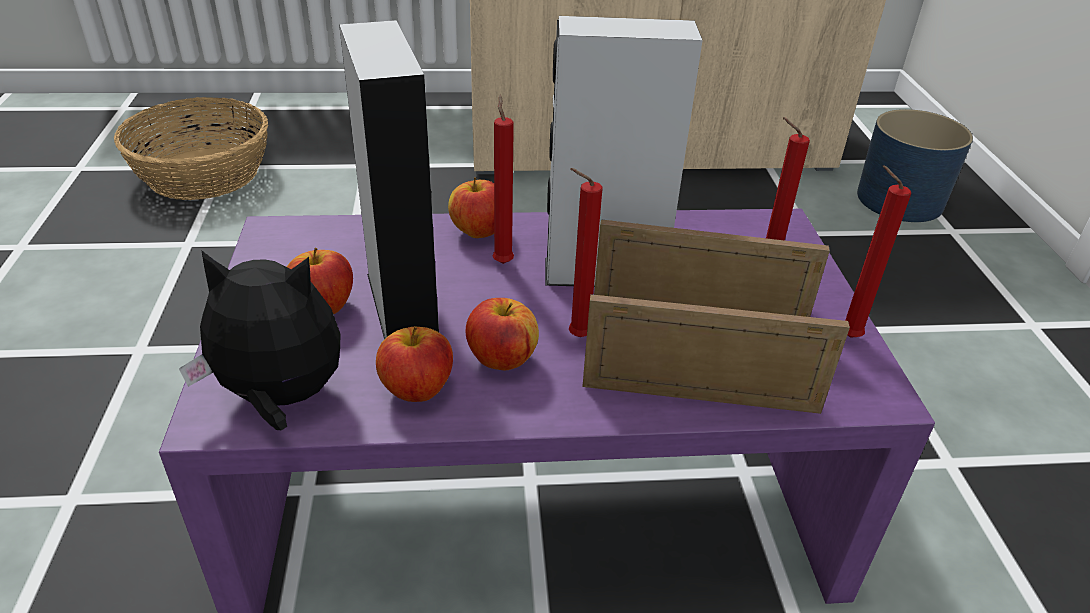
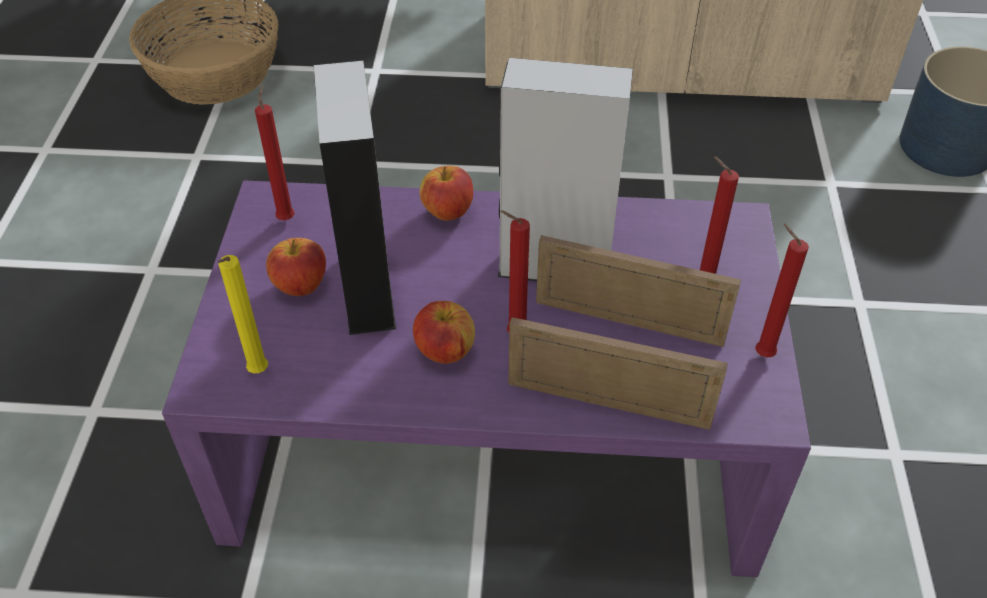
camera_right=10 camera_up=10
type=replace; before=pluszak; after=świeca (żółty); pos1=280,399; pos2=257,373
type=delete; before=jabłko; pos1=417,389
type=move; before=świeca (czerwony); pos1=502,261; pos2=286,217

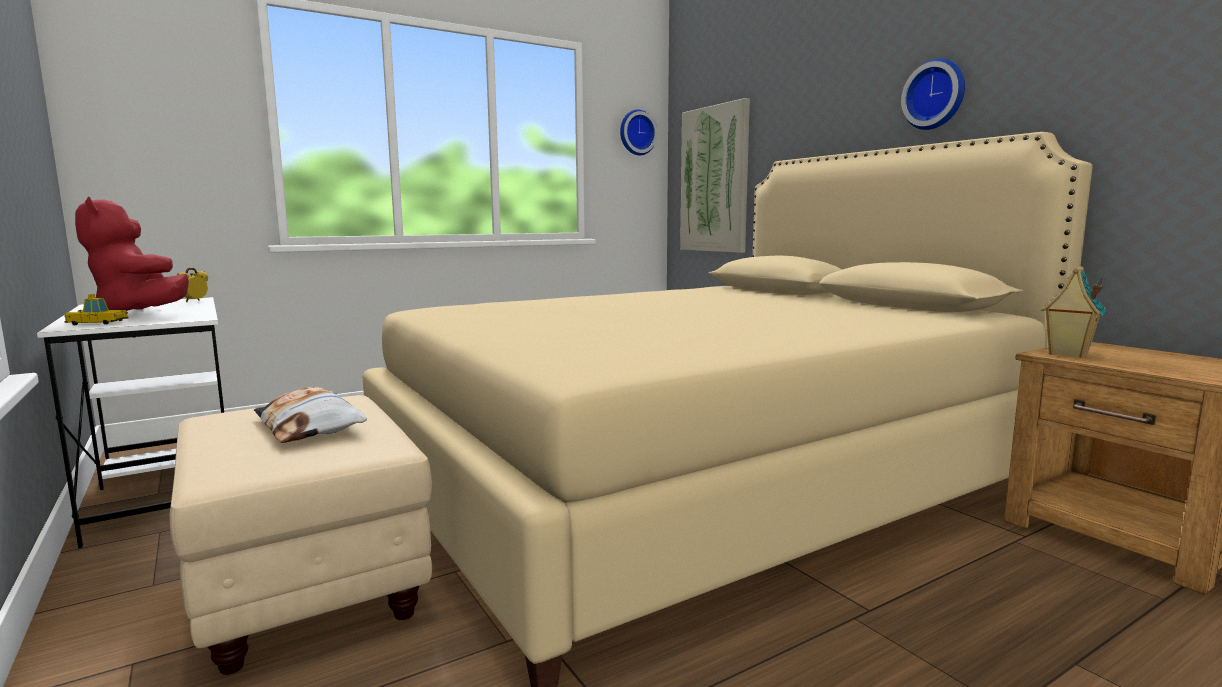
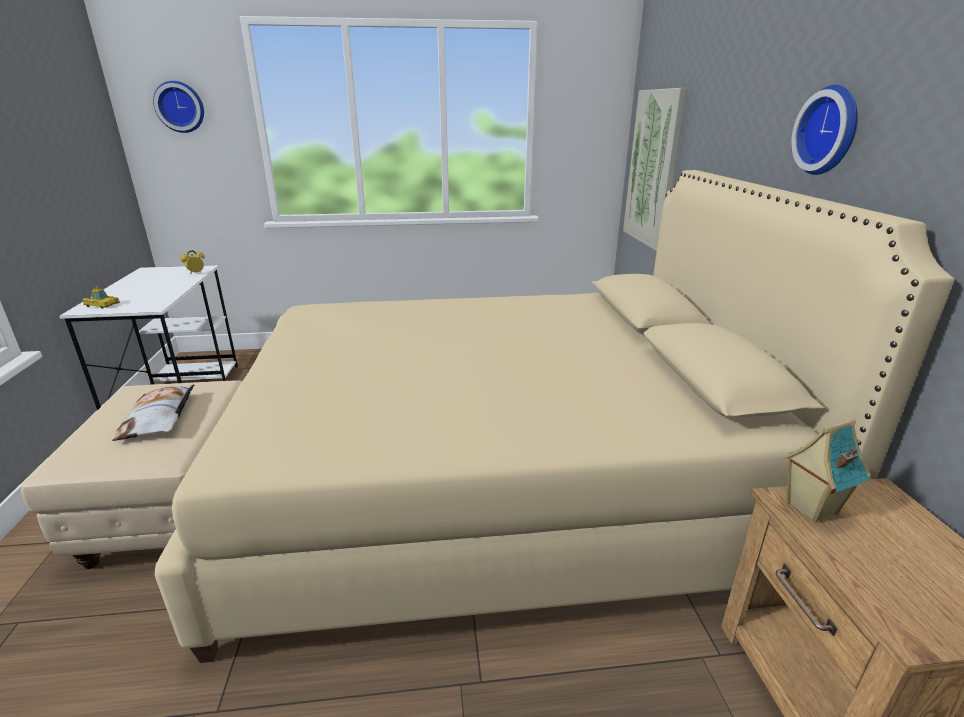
camera_right=25 camera_up=15
type=delete; before=pluszak (czerwony); pos1=139,314
type=move; before=zegar ścienny; pos1=636,133; pos2=180,107

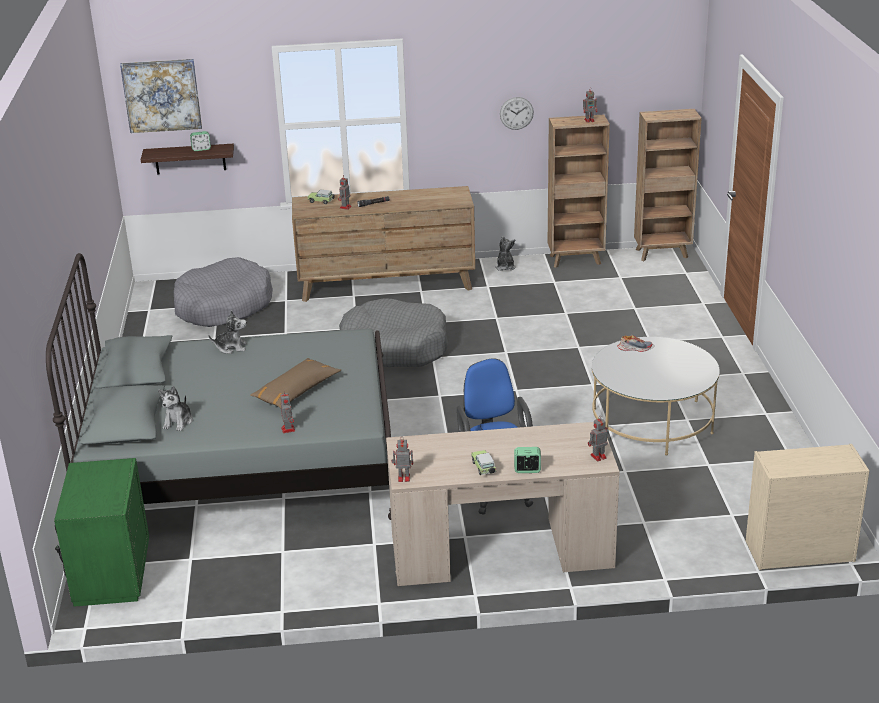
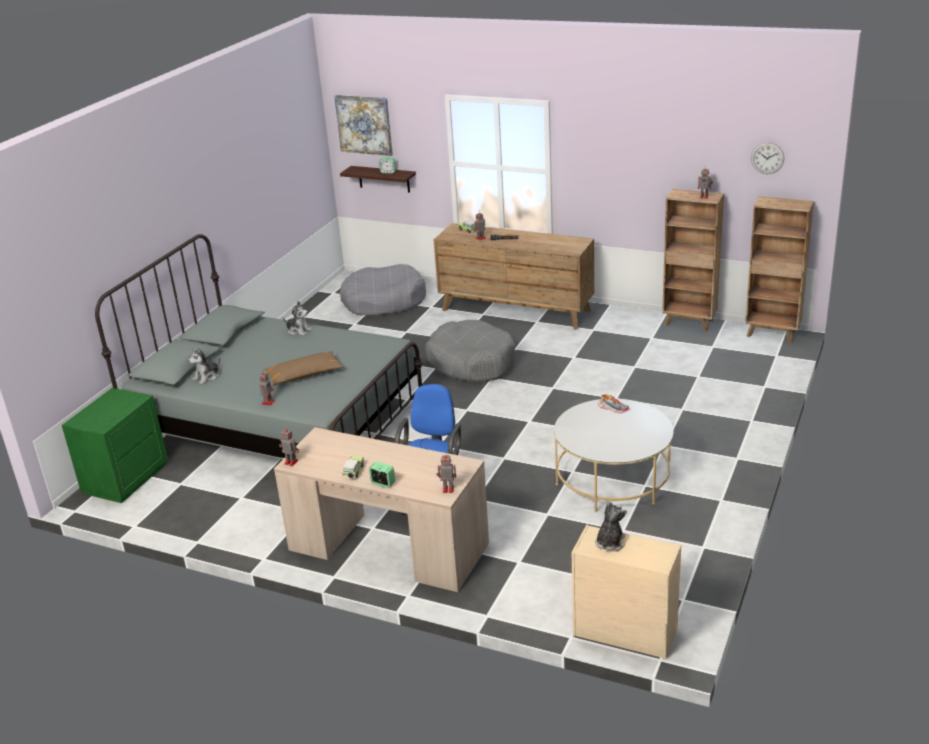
camera_right=30 camera_up=0
type=move; before=pluszak; pos1=505,267; pos2=610,543
type=move; before=zegar ścienny; pos1=516,113; pos2=767,158

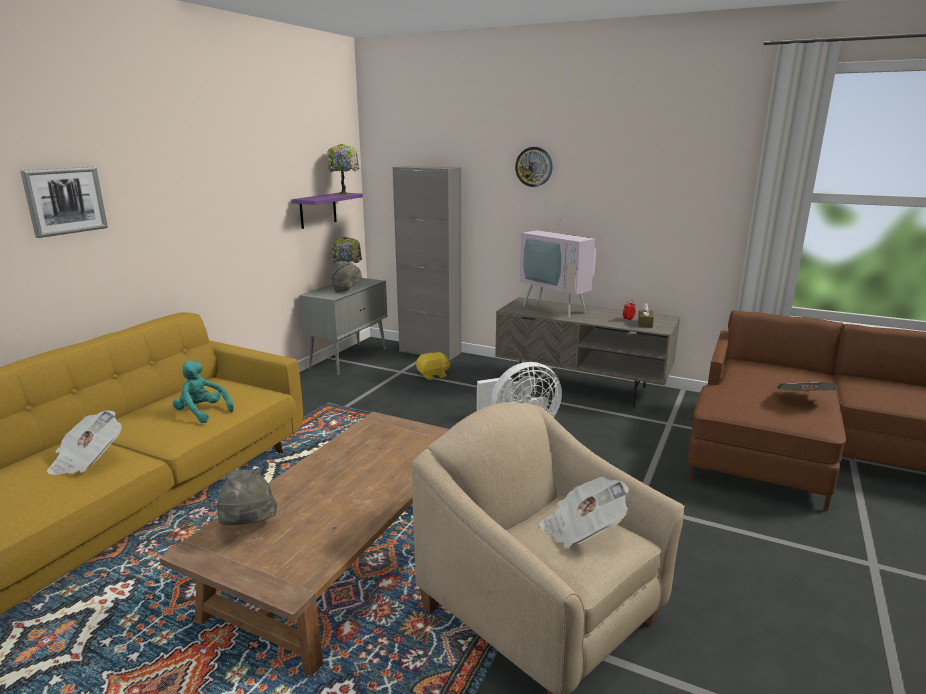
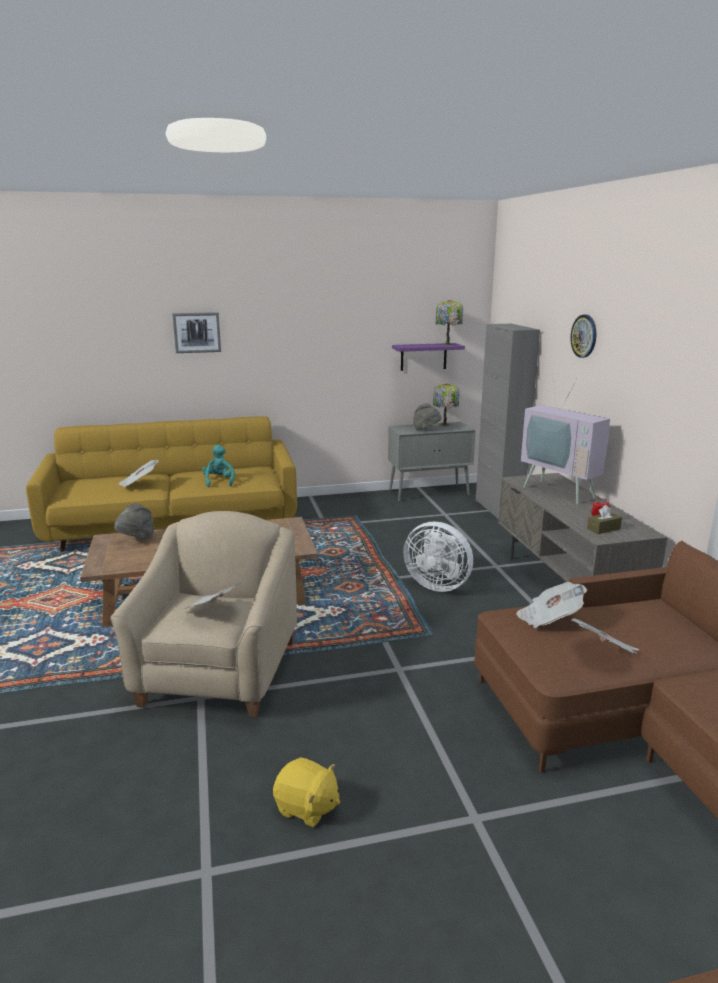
camera_right=50 camera_up=0
type=move; before=pluszak (żółty); pos1=433,375; pos2=307,807
type=rotate; before=telewizor; pos1=557,308; pos2=562,491; turn=-45
type=insert; after=gazeta; pos2=549,619

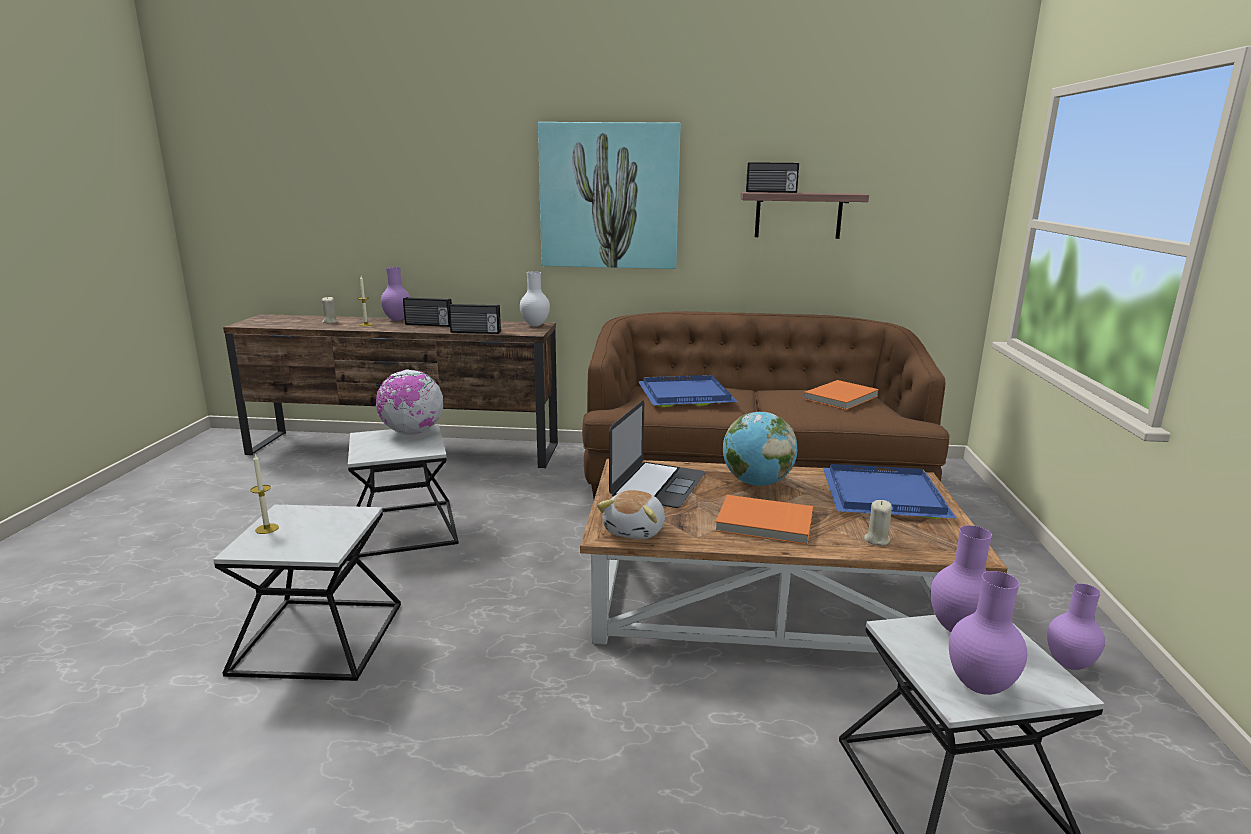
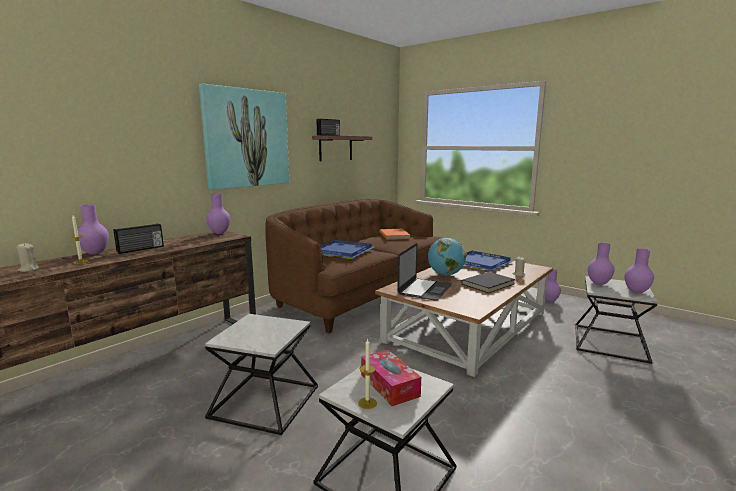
camera_right=-55 camera_up=-5
type=delete; before=globus; pos1=412,432
type=delete; before=radio; pos1=475,332
type=recolor; before=wazon (biały); after=wazon (fioletowy); pos1=535,325; pos2=219,233
type=delete; before=pluszak; pos1=636,530
type=rotate; before=laptop; pos1=658,484; pos2=425,289; turn=60
type=recolor; before=książka (pomarańczowy); after=książka (czarny); pos1=764,523; pos2=489,284
type=insert; after=pudełko chusteczek; pos2=389,385

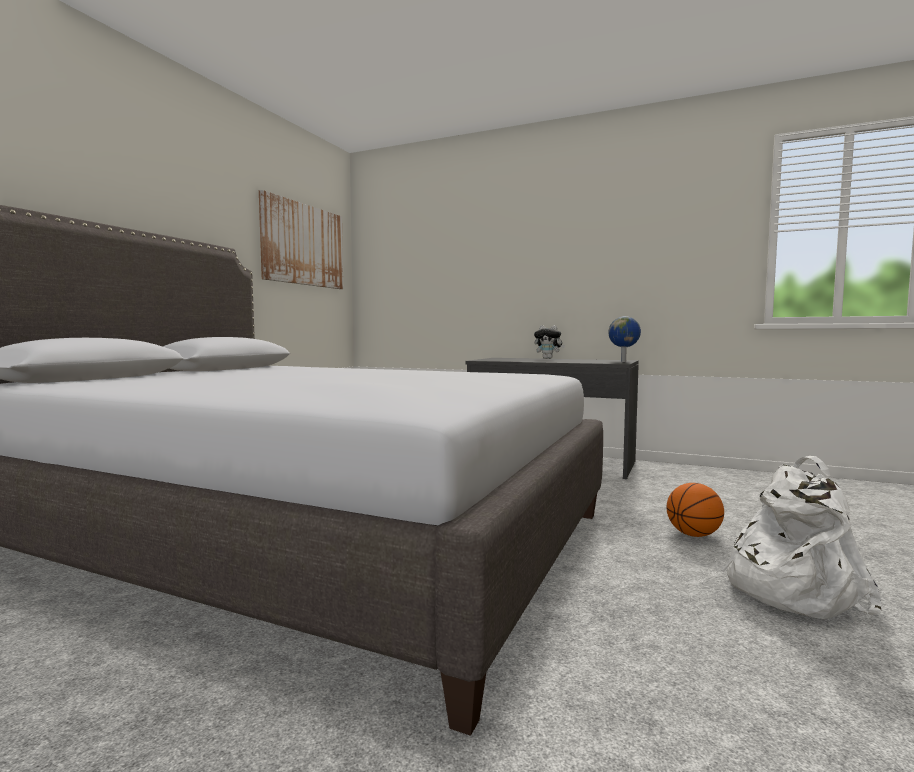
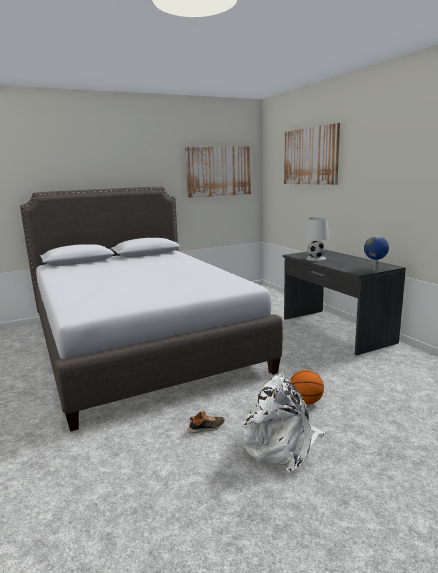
camera_right=40 camera_up=10
type=delete; before=pluszak; pos1=548,358
type=insert; after=but; pos2=206,428
type=insert; after=obraz; pos2=310,156
type=insert; after=lampa stołowa (biały); pos2=315,258

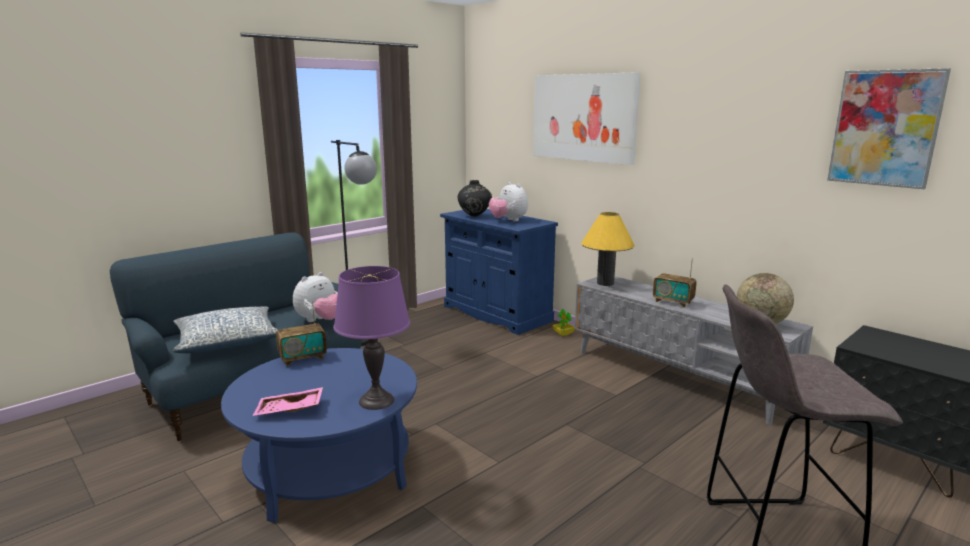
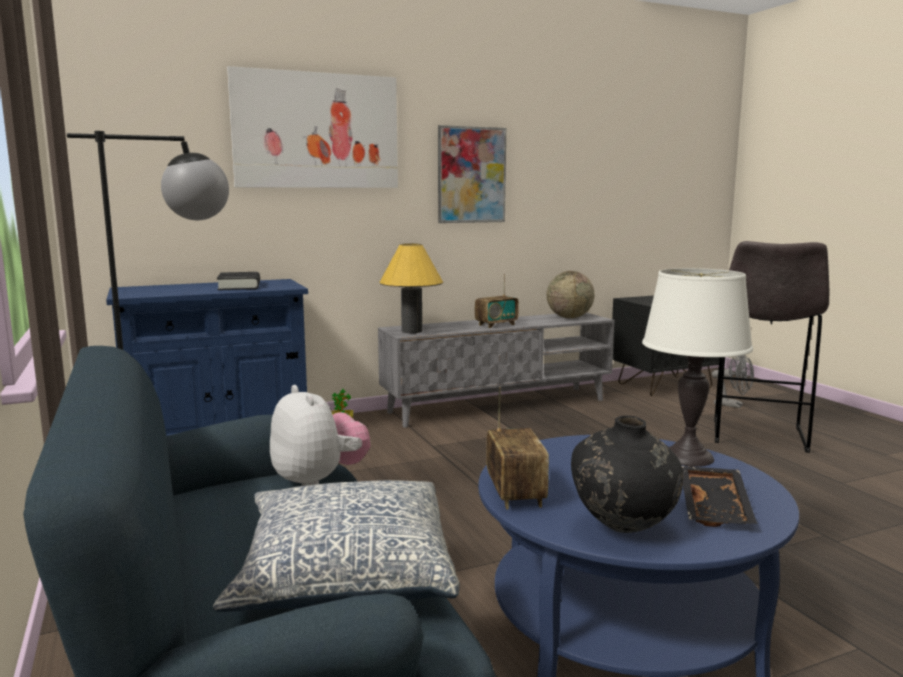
camera_right=-70 camera_up=-5
type=recolor; before=taca (różowy); after=taca (czarny); pos1=289,410; pos2=716,508
type=recolor; before=lampa stołowa (fioletowy); after=lampa stołowa (biały); pos1=376,401; pos2=688,457
type=move; before=wazon (czarny); pos1=475,216; pos2=623,529
type=replace; before=pluszak; after=książka (czarny); pos1=508,220; pos2=239,286
type=move; before=obraz; pos1=885,128; pos2=471,175
type=insert; after=wentylator (szary); pos2=733,405

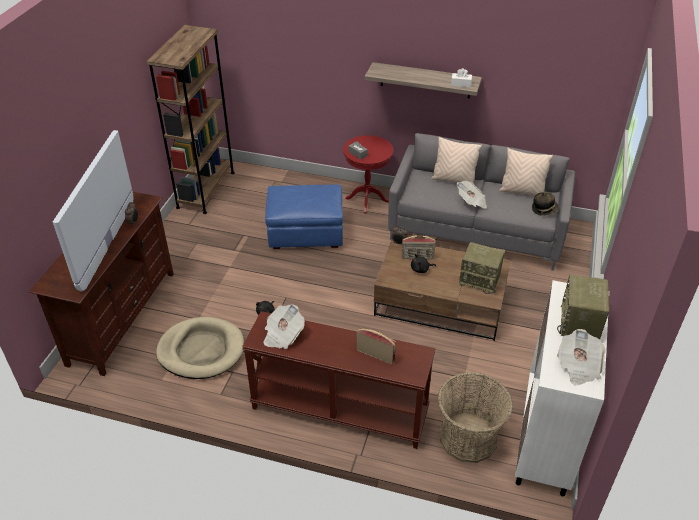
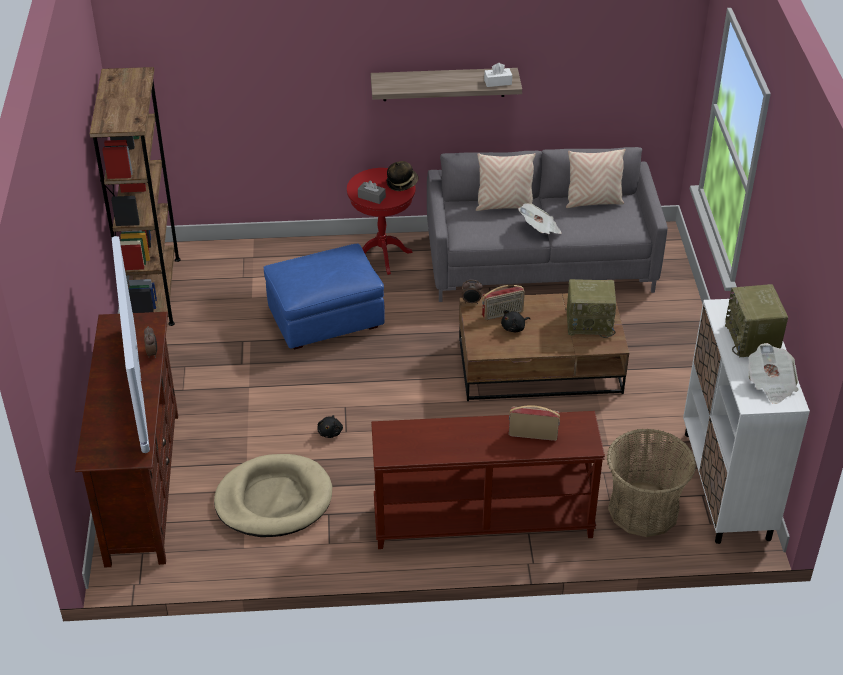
camera_right=-20 camera_up=0
type=delete; before=gazeta; pos1=283,335
type=move; before=kapelusz; pos1=544,209; pos2=402,183

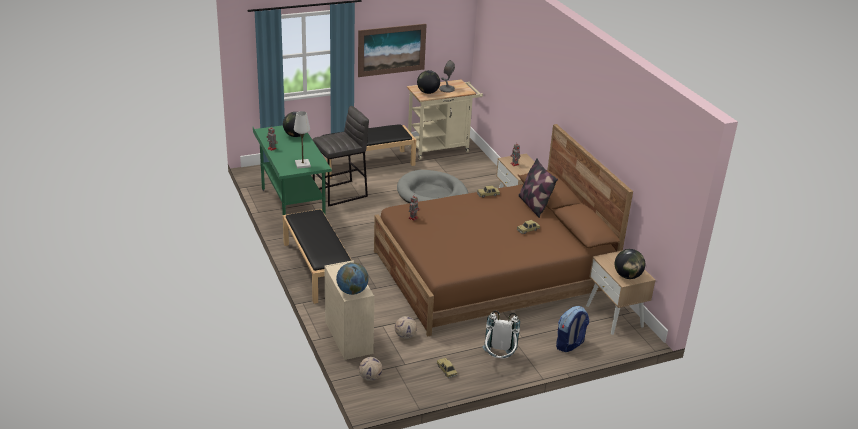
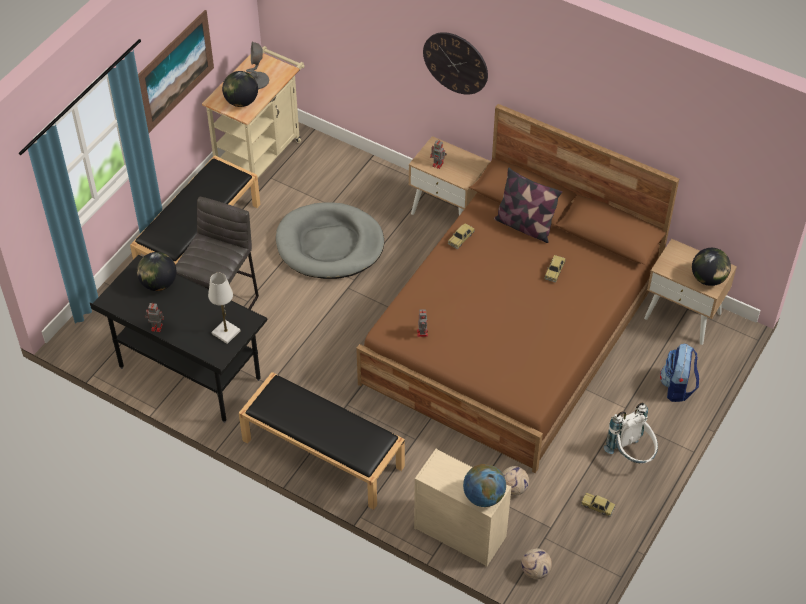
camera_right=-35 camera_up=20
type=recolor; before=biurko (zielony); after=biurko (czarny); pos1=292,208; pos2=189,374
type=insert; after=zegar ścienny; pos2=455,63

